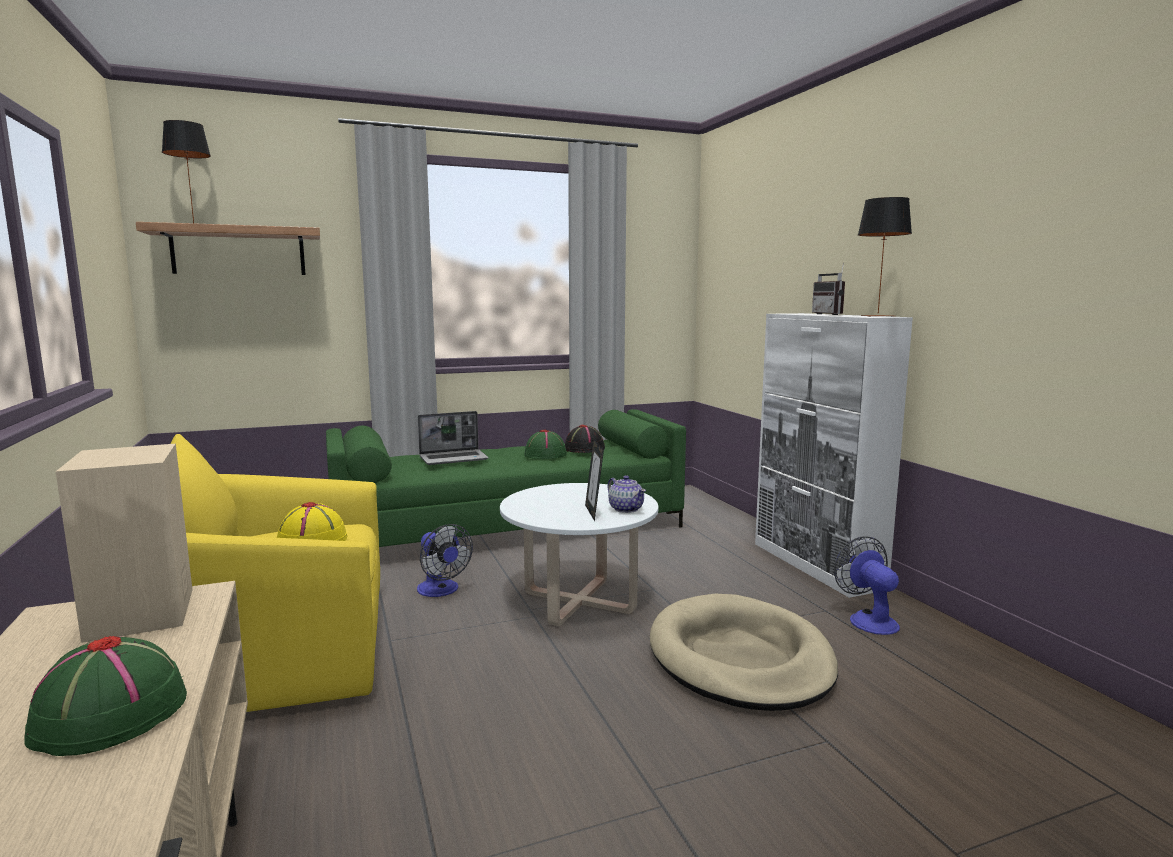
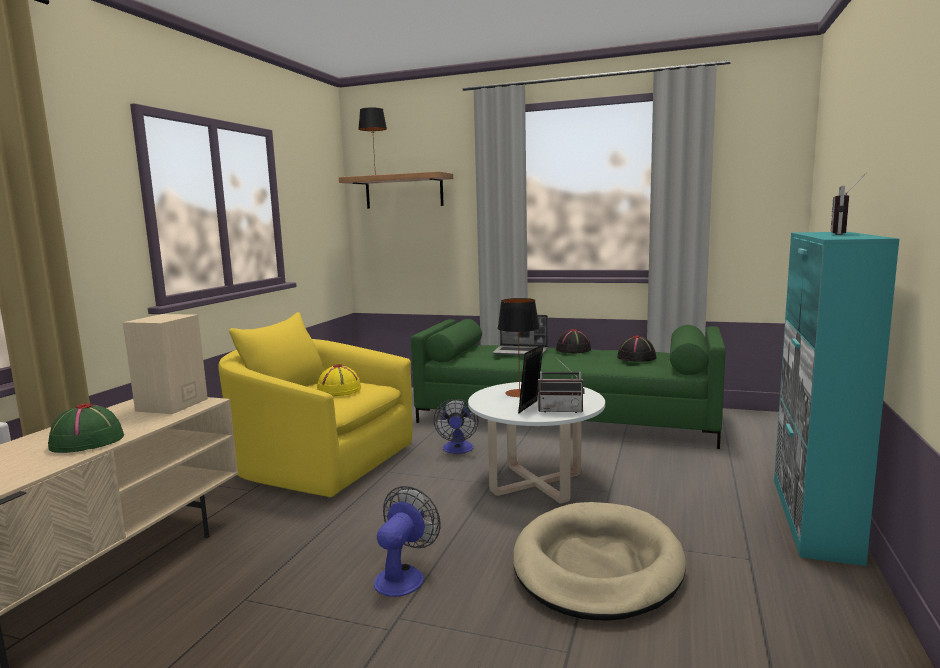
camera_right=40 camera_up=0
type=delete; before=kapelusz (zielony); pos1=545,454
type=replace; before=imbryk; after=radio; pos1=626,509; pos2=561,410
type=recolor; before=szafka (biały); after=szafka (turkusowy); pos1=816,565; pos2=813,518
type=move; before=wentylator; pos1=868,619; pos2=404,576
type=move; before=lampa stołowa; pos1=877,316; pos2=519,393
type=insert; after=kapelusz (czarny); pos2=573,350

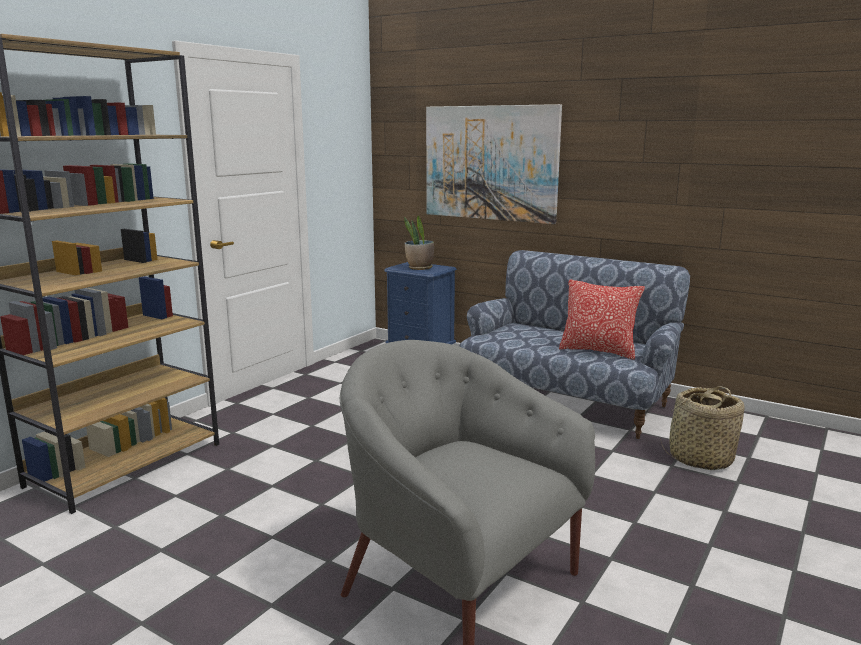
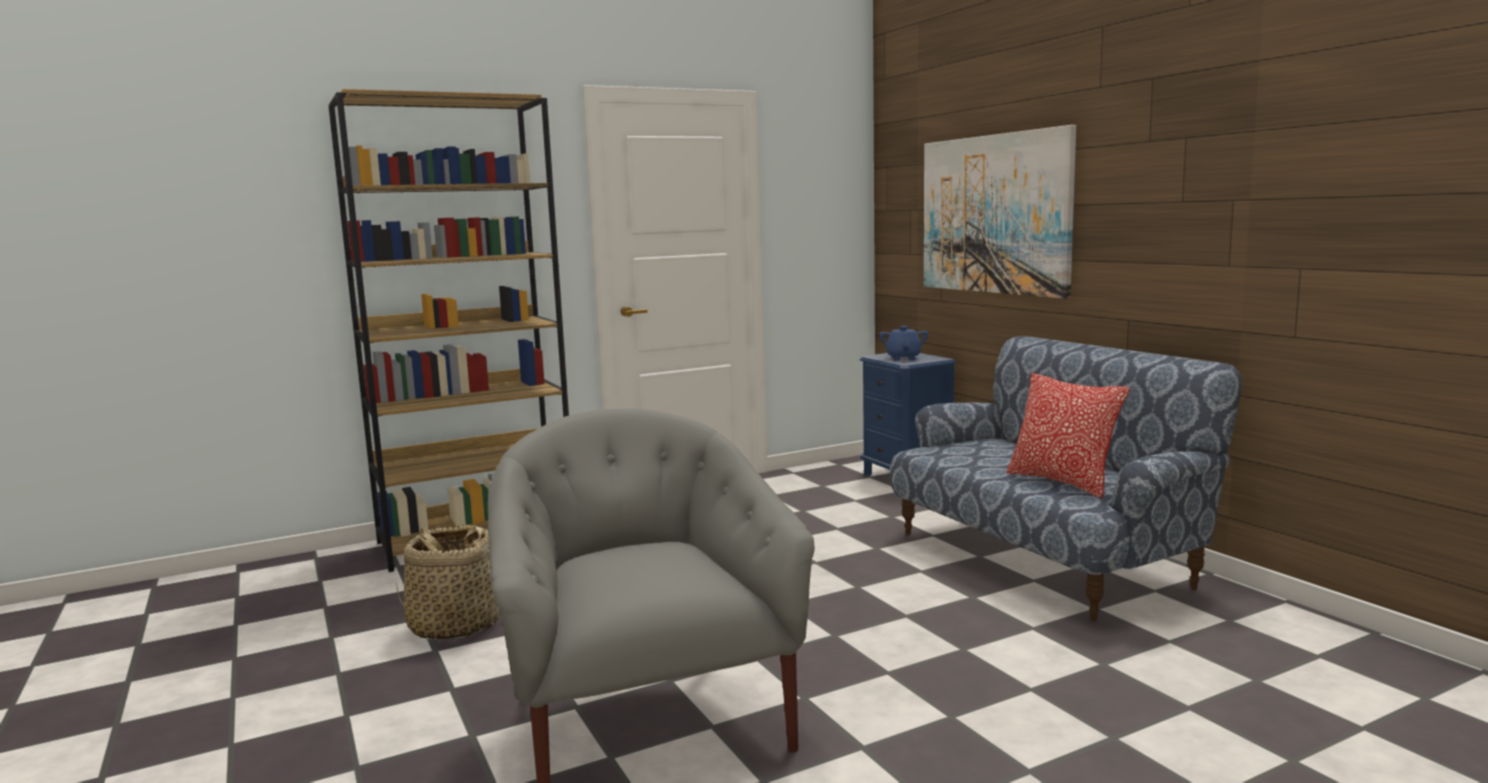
camera_right=30 camera_up=-5
type=replace; before=roślina doniczkowa; after=imbryk (niebieski); pos1=419,268; pos2=903,358
type=move; before=koszyk; pos1=700,459; pos2=454,625

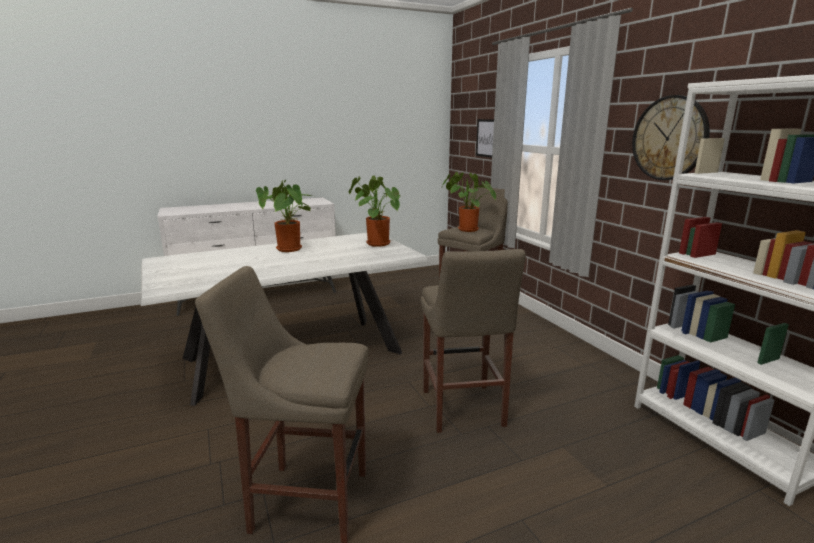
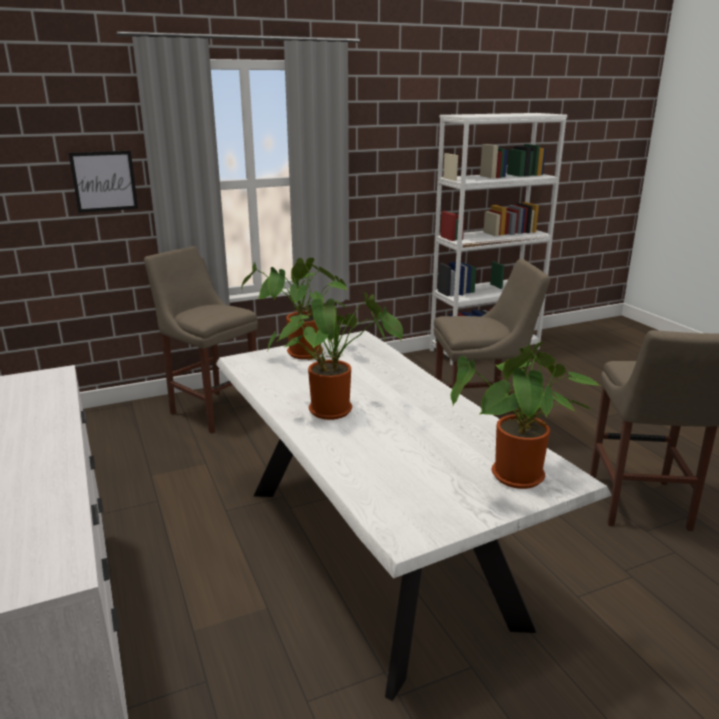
camera_right=-90 camera_up=5
type=move; before=roślina doniczkowa; pos1=465,229; pos2=517,480
type=delete; before=zegar ścienny; pos1=669,138

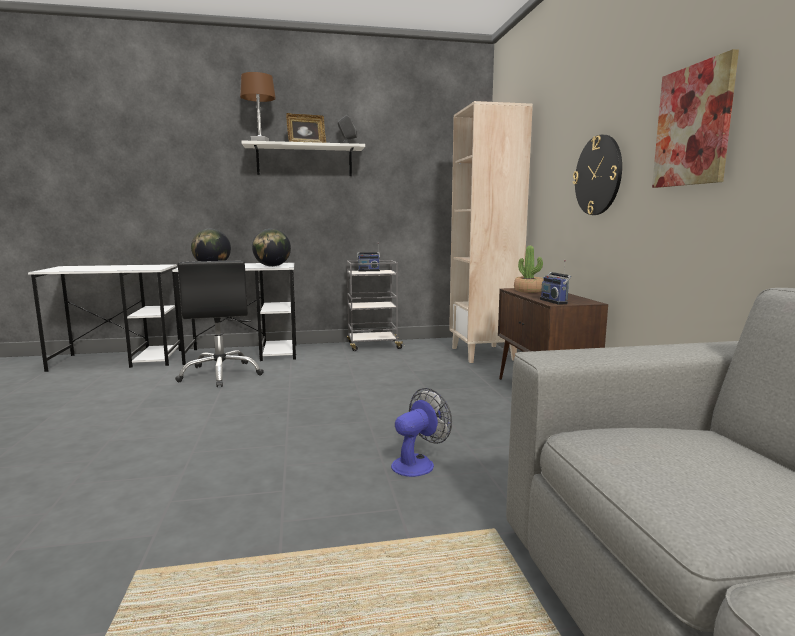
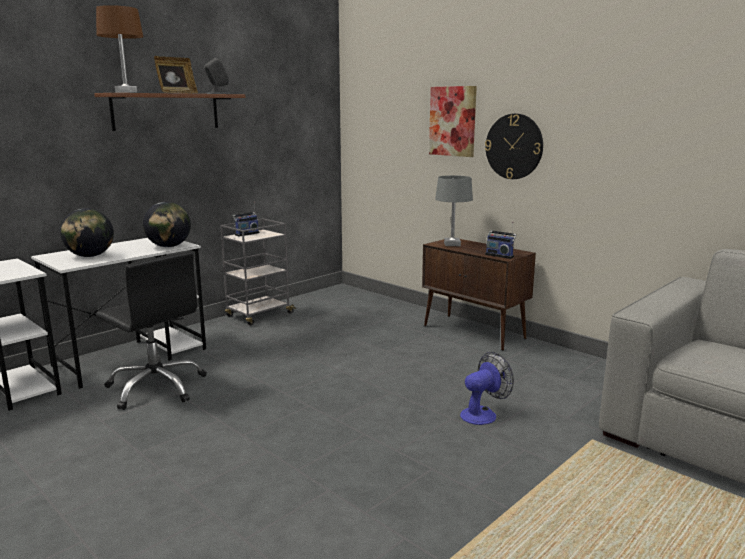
camera_right=-35 camera_up=5
type=recolor; before=półka (biały); after=półka (brązowy); pos1=304,161; pos2=166,111
type=rotate; before=wentylator; pos1=418,463; pos2=483,414; turn=45
type=delete; before=regał (beżowy); pos1=483,354
type=replace; before=roślina doniczkowa; after=lampa stołowa (szary); pos1=529,291; pos2=452,244
type=move; before=obraz; pos1=693,126; pos2=452,121

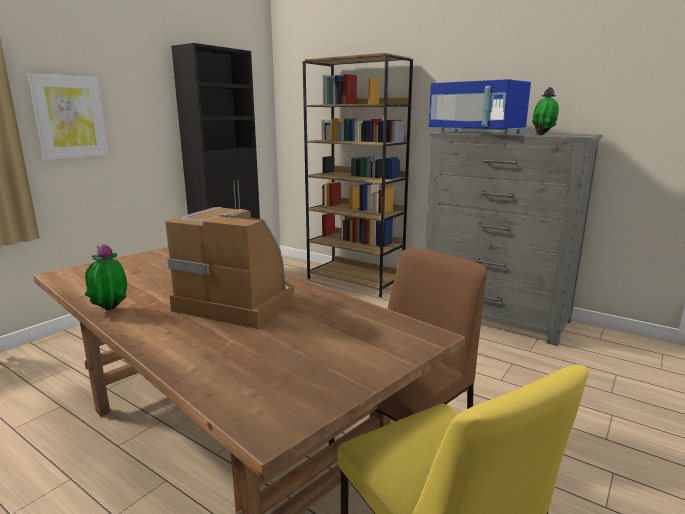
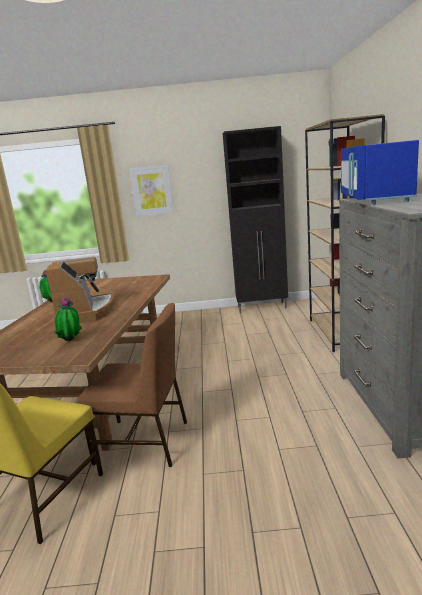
camera_right=55 camera_up=0
type=move; before=roślina doniczkowa; pos1=543,135; pos2=71,341

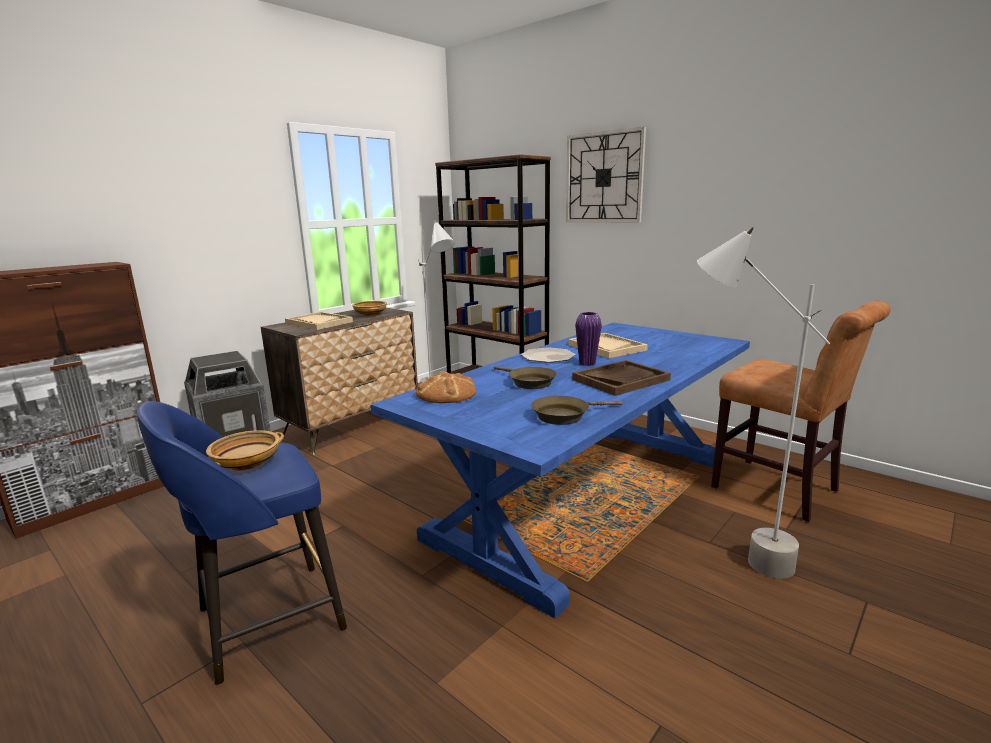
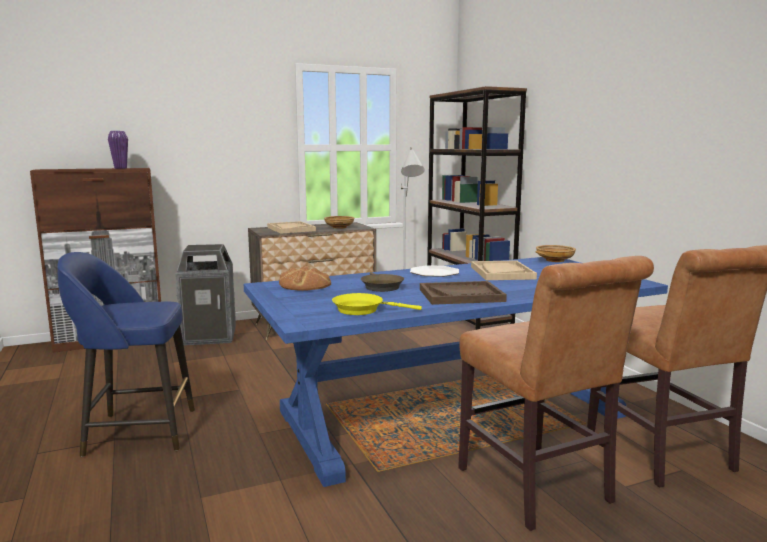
camera_right=25 camera_up=-5
type=move; before=miska (beżowy); pos1=247,463; pos2=555,260
type=recolor; before=patelnia (brązowy); after=patelnia (żółty); pos1=564,415; pos2=362,310
type=delete; before=zegar ścienny; pos1=604,177
type=move; before=wazon (fioletowy); pos1=587,363; pos2=120,168
type=replace; before=lampa stojąca (szary); after=krzesło (brązowy); pos1=732,553; pos2=538,489

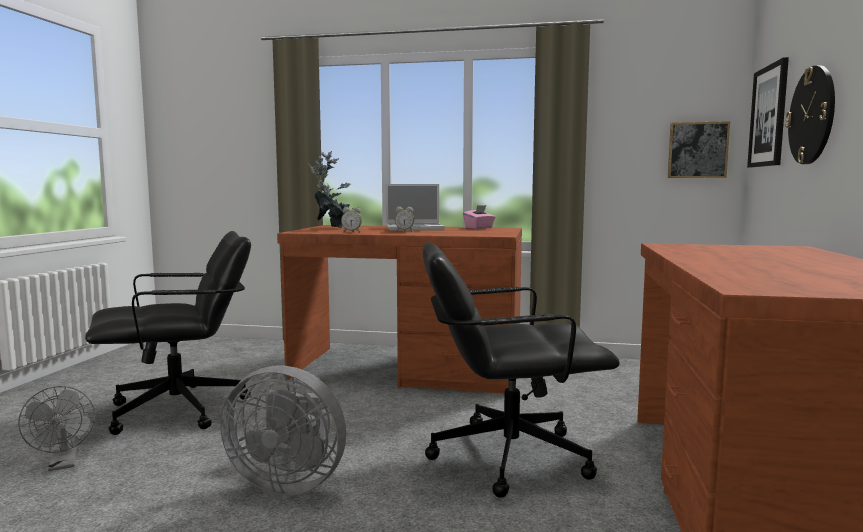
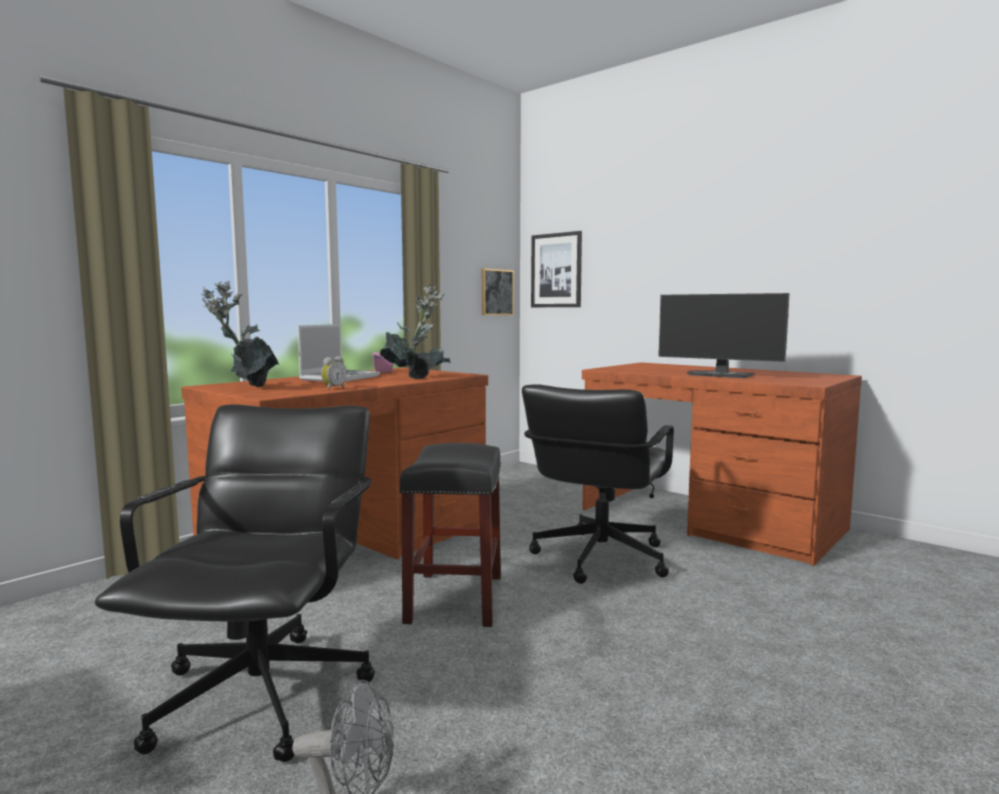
camera_right=-60 camera_up=0
type=delete; before=wentylator (szary); pos1=288,482
type=delete; before=budzik; pos1=404,231
type=delete; before=zegar ścienny; pos1=812,115
type=insert; after=roślina doniczkowa; pos2=418,377
type=insert; after=stołek (czarny); pos2=456,599
type=insert; after=monitor; pos2=722,375

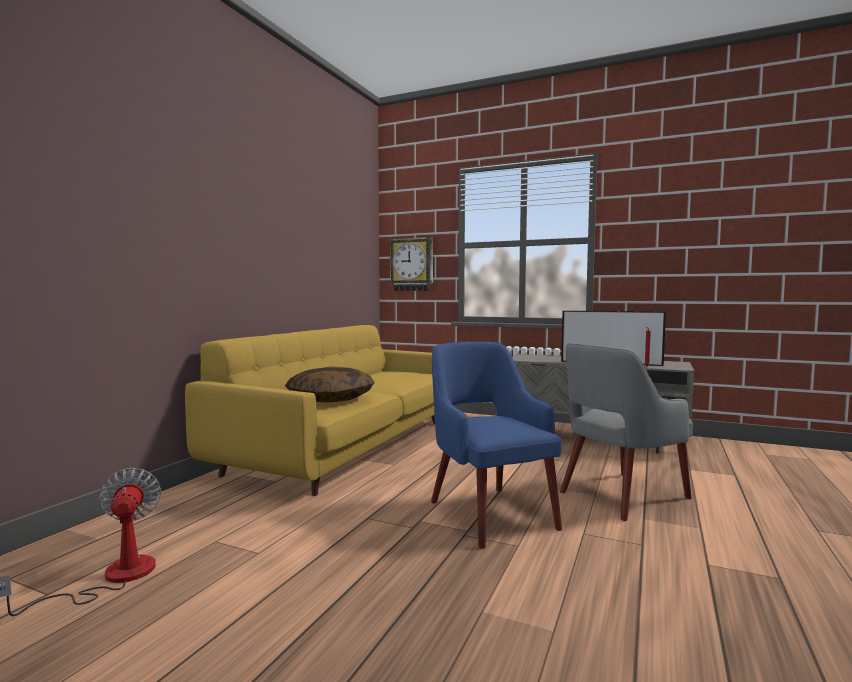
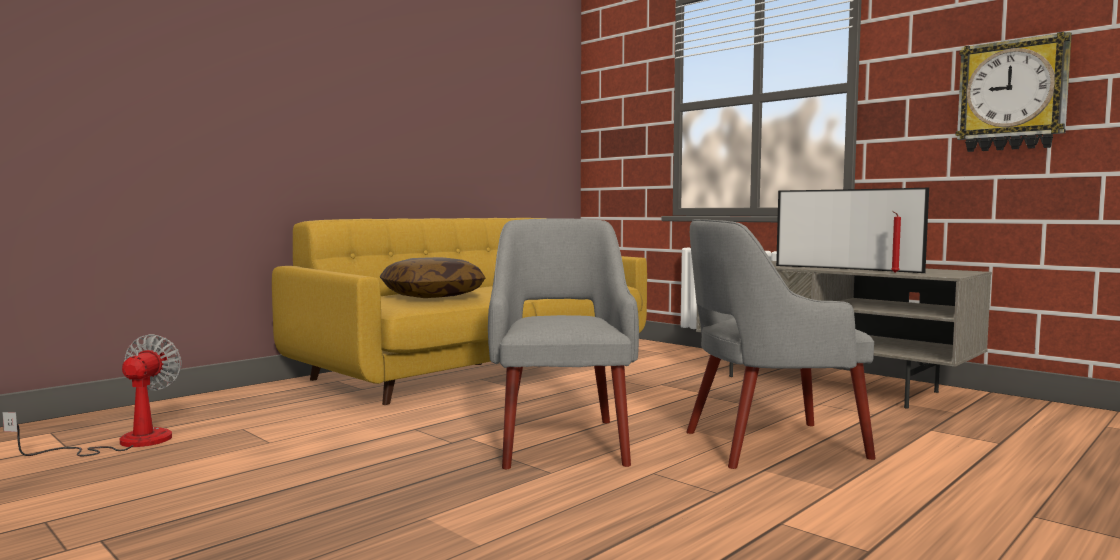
camera_right=20 camera_up=0
type=move; before=zegar ścienny; pos1=412,264; pos2=1012,96
type=recolor; before=fotel (niebieski); after=fotel (szary); pos1=489,513; pos2=562,441

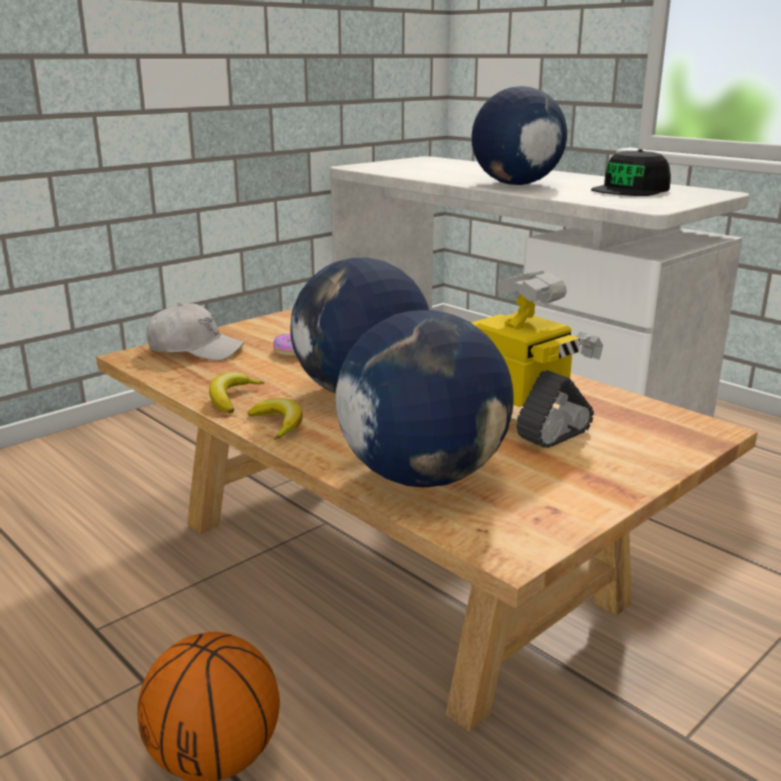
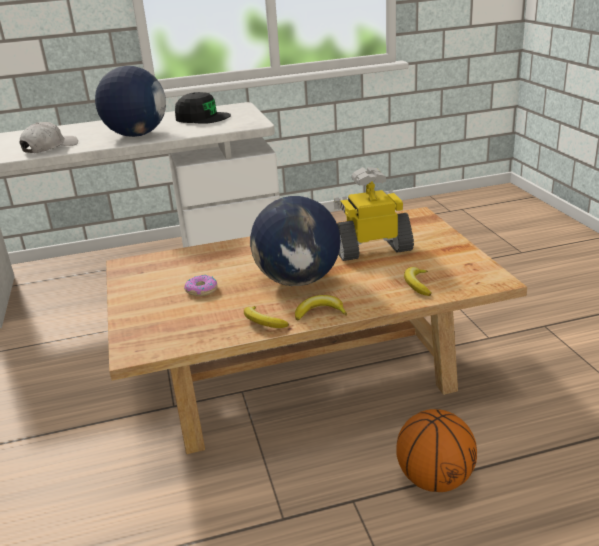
camera_right=-60 camera_up=5
type=move; before=czapka z daszkiem (biały); pos1=195,349; pos2=49,148
type=replace; before=globus; after=banan; pos1=422,476; pos2=417,285
type=rotate; before=czapka z daszkiem (czarny); pos1=631,190; pos2=202,117; turn=-60

